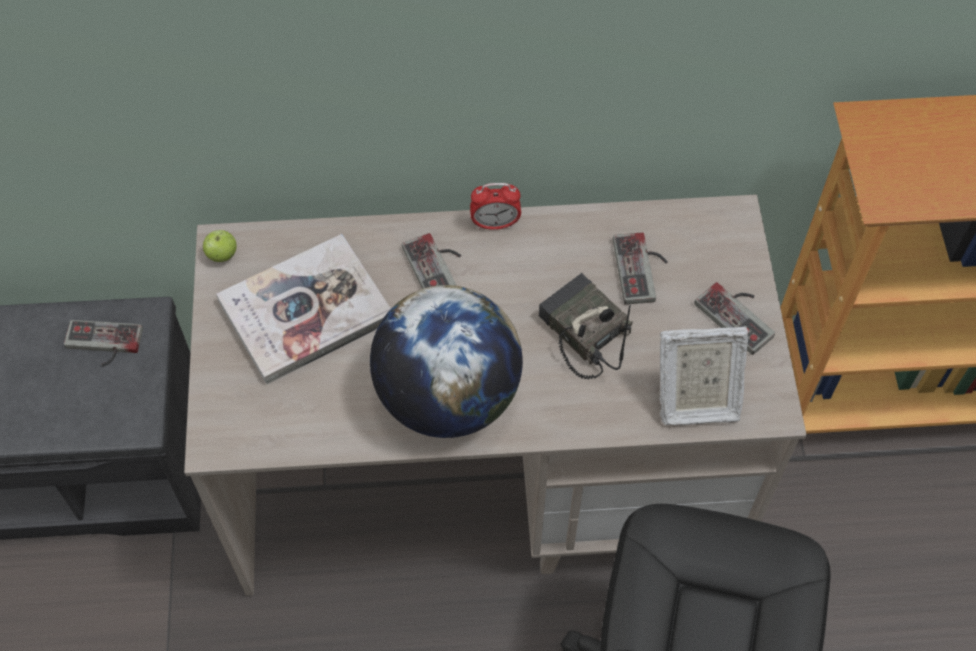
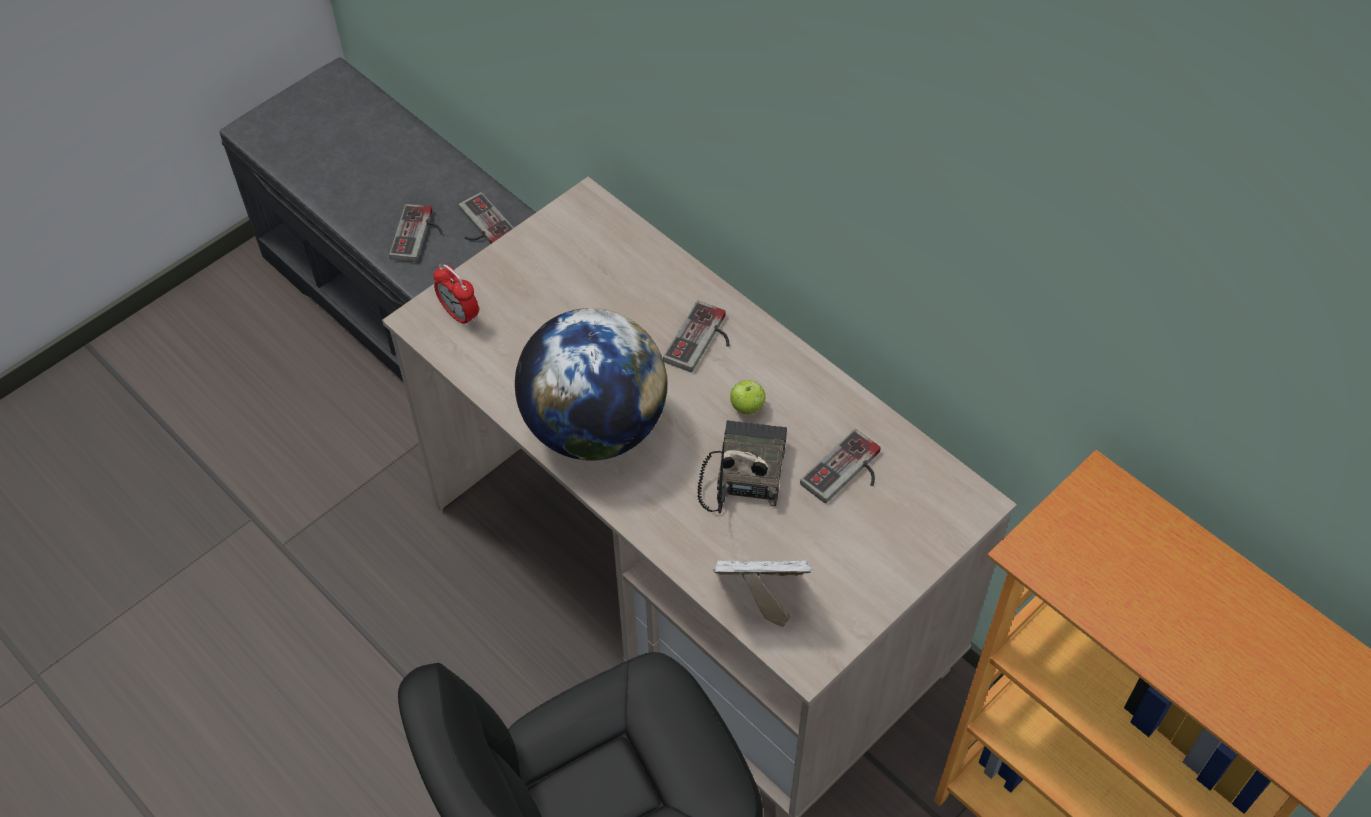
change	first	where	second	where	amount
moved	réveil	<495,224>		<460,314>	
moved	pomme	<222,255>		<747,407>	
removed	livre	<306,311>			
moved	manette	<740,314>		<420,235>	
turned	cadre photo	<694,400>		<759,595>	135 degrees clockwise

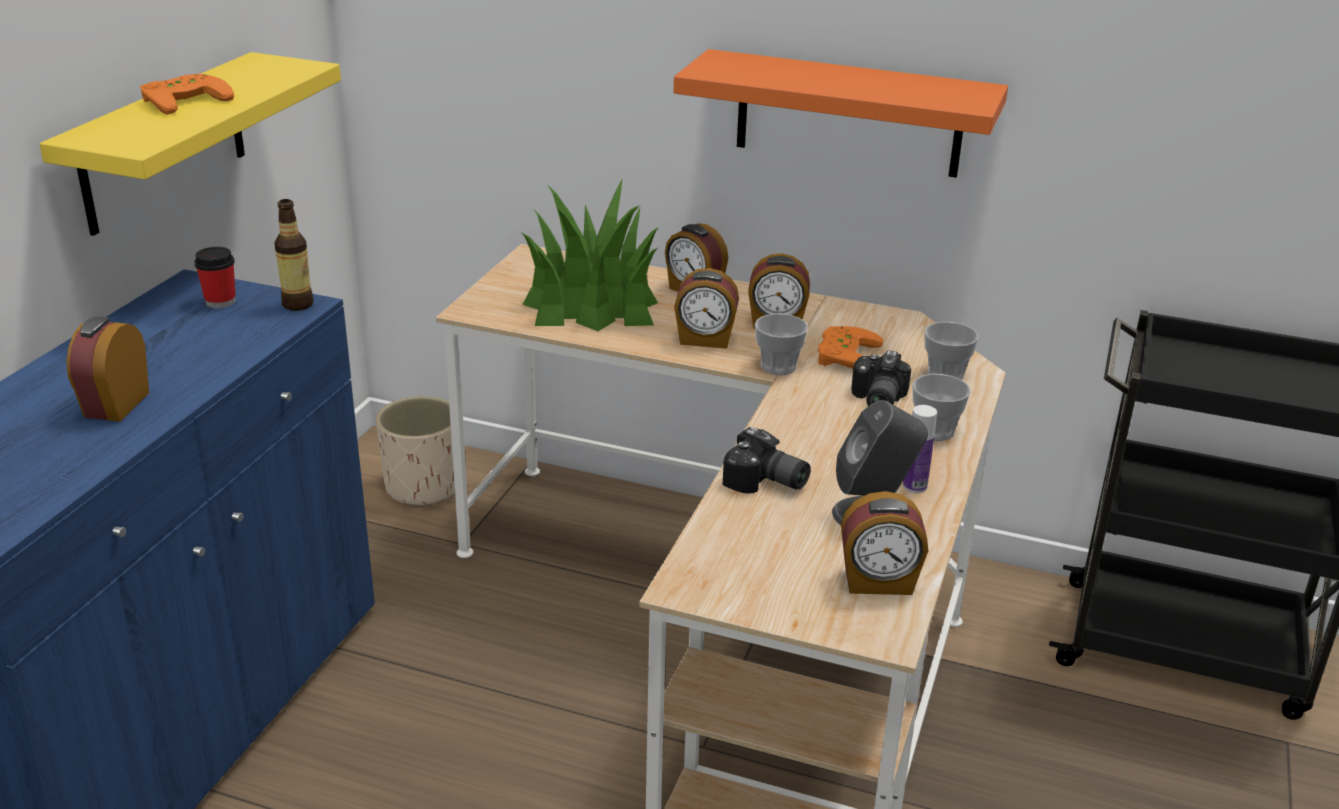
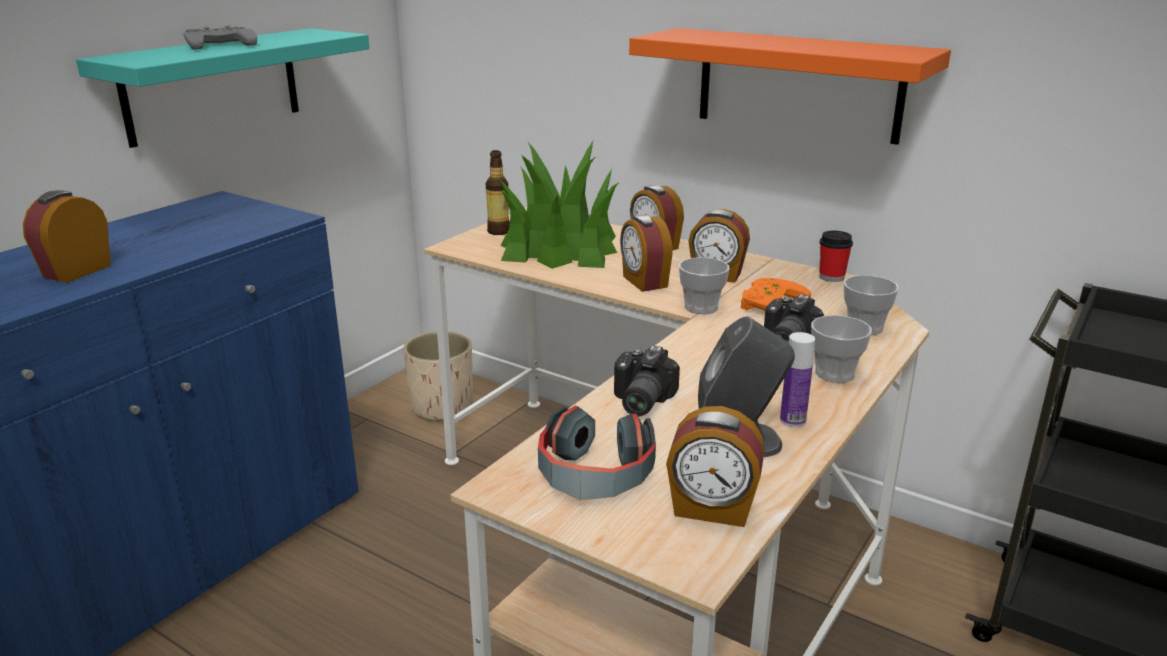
change	first	where	second	where	amount
recoloured	étagère/jaune	<163,143>	étagère/turquoise	<212,85>	
recoloured	manette/orange	<183,99>	manette/gris	<220,44>	
moved	bouteille	<298,304>		<499,231>	
moved	tasse	<220,302>		<831,277>	
turned	réveil	<705,340>		<644,282>	45 degrees clockwise
turned	appareil photo	<765,483>		<638,401>	60 degrees clockwise
added			casque audio	<594,475>	

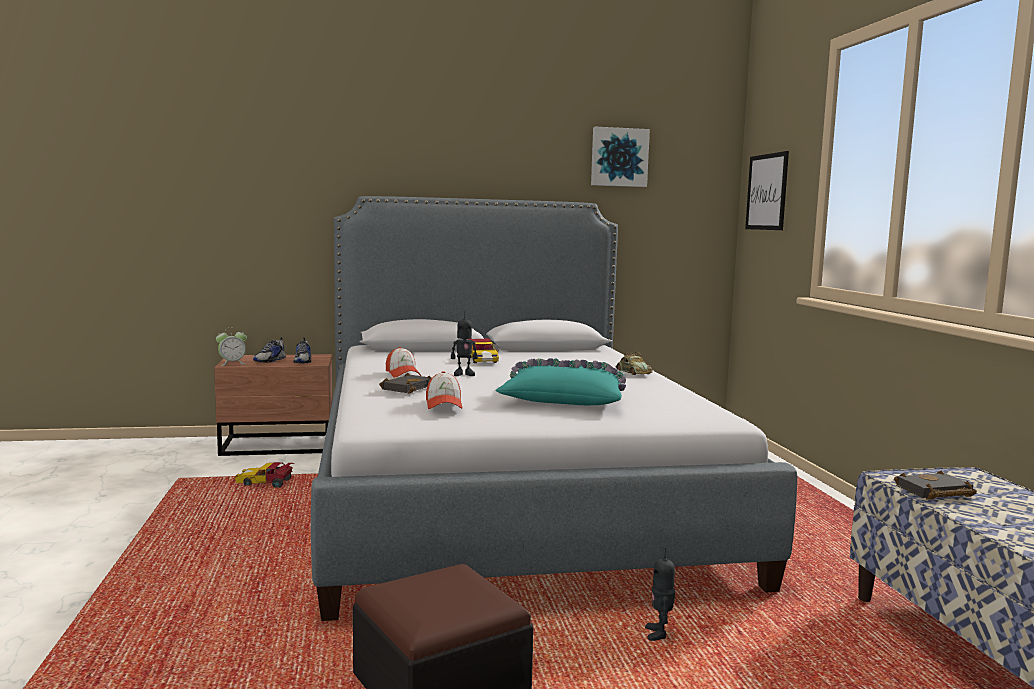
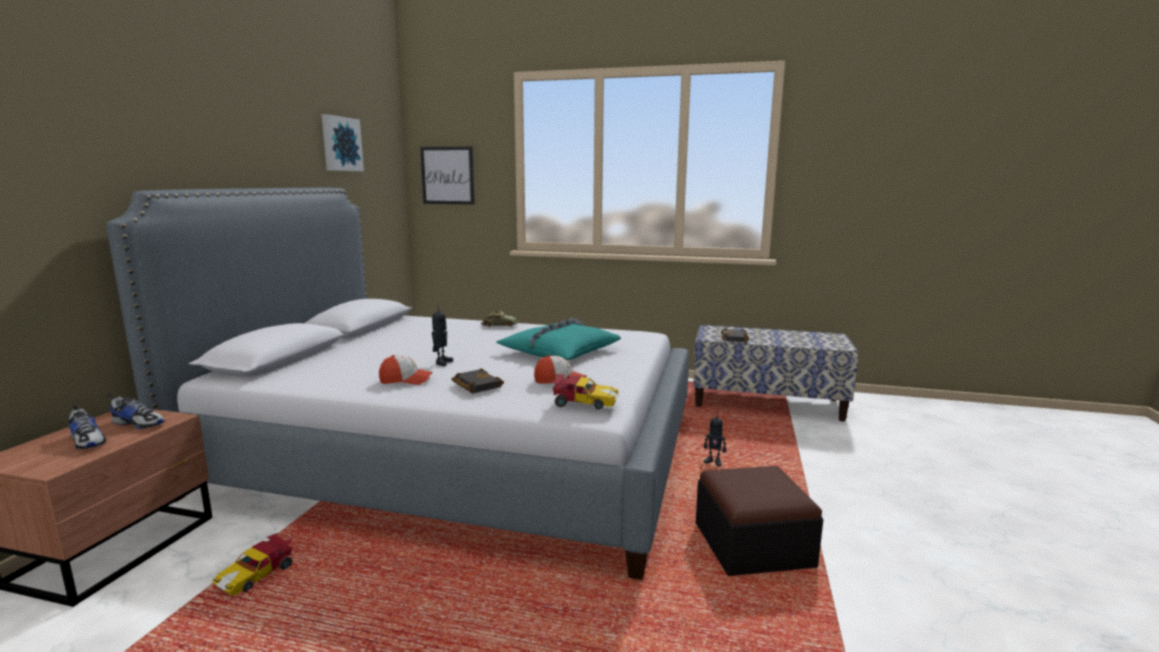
change	first	where	second	where	amount
removed	réveil	<232,363>			
moved	petite voiture	<482,360>		<583,403>	

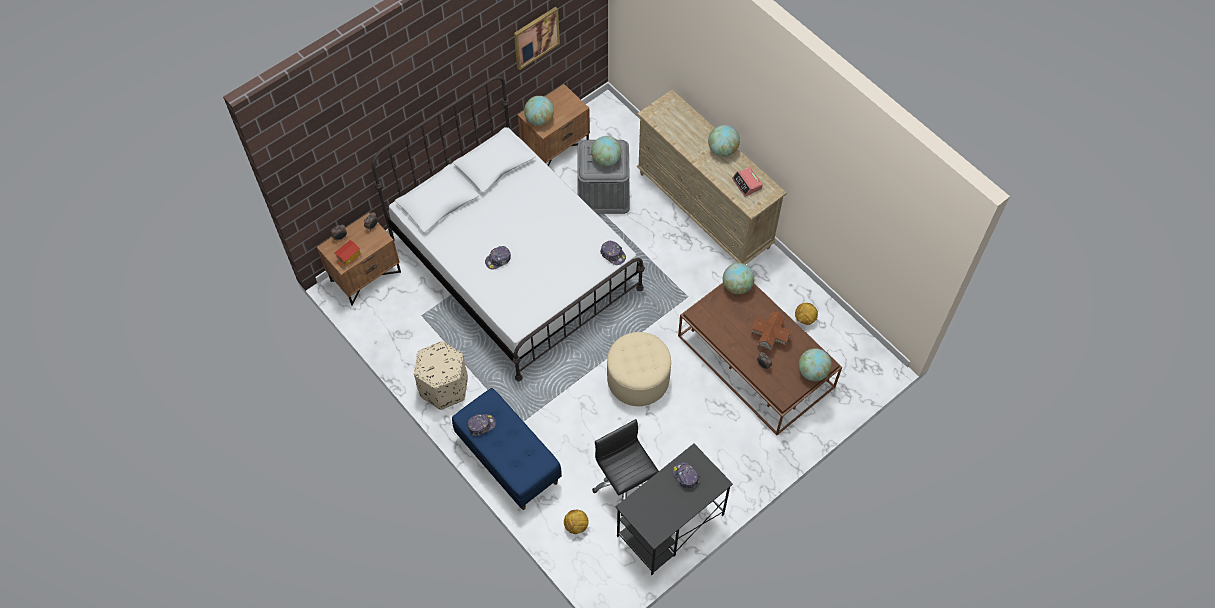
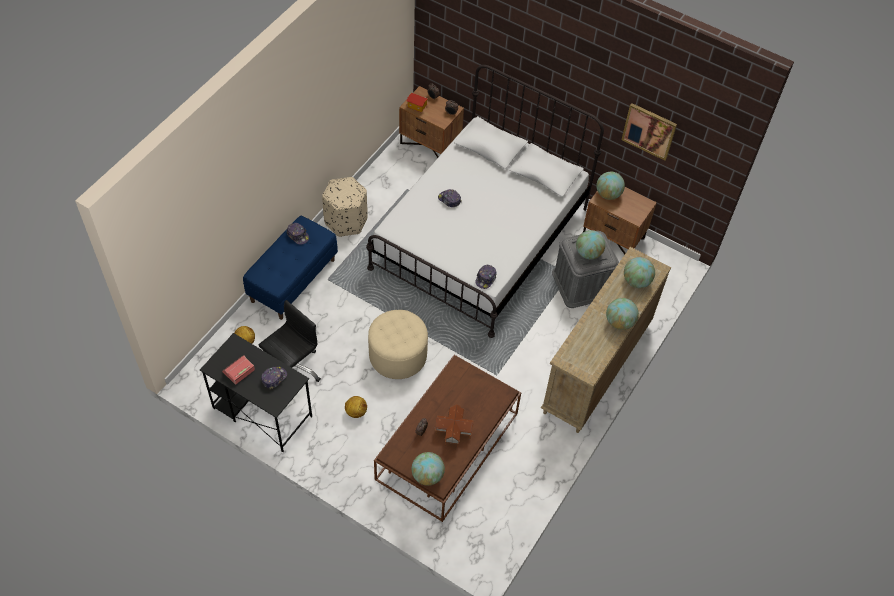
change	first	where	second	where	amount
moved	réveil	<747,184>		<238,371>	
moved	globe	<737,286>		<636,281>	
moved	ballon de foot	<805,319>		<356,412>	

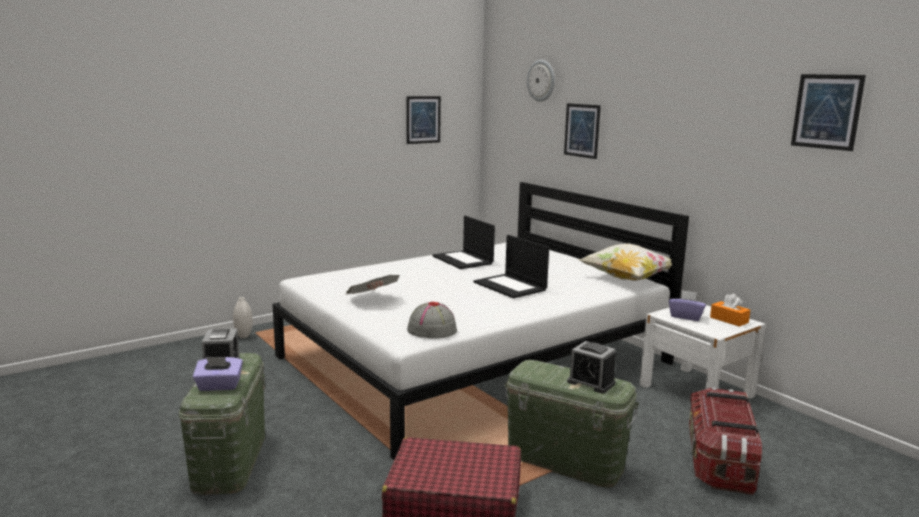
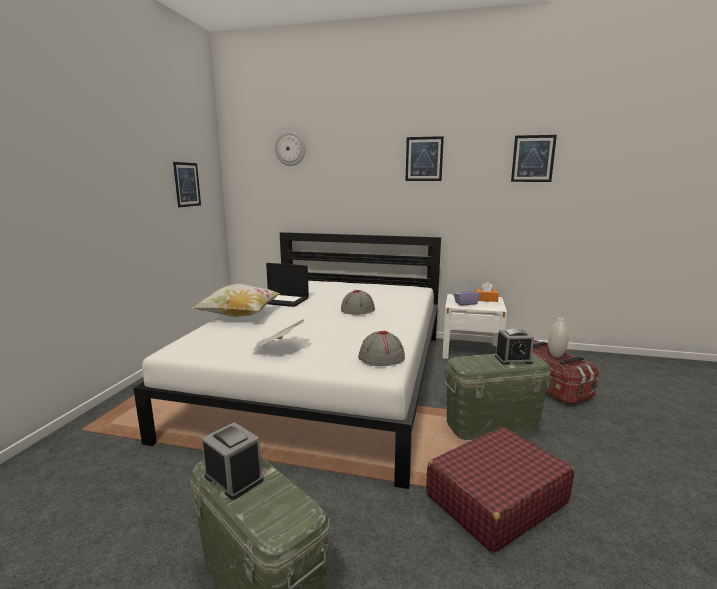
change	first	where	second	where	amount
moved	tableau	<582,130>		<424,159>	
replaced	ordinateur portable	<511,286>	chapeau/gris	<358,309>	
moved	coussin	<627,279>		<240,316>	
moved	vase/blanc	<244,336>		<556,356>	
removed	boîte à mouchoirs/violet	<219,386>			

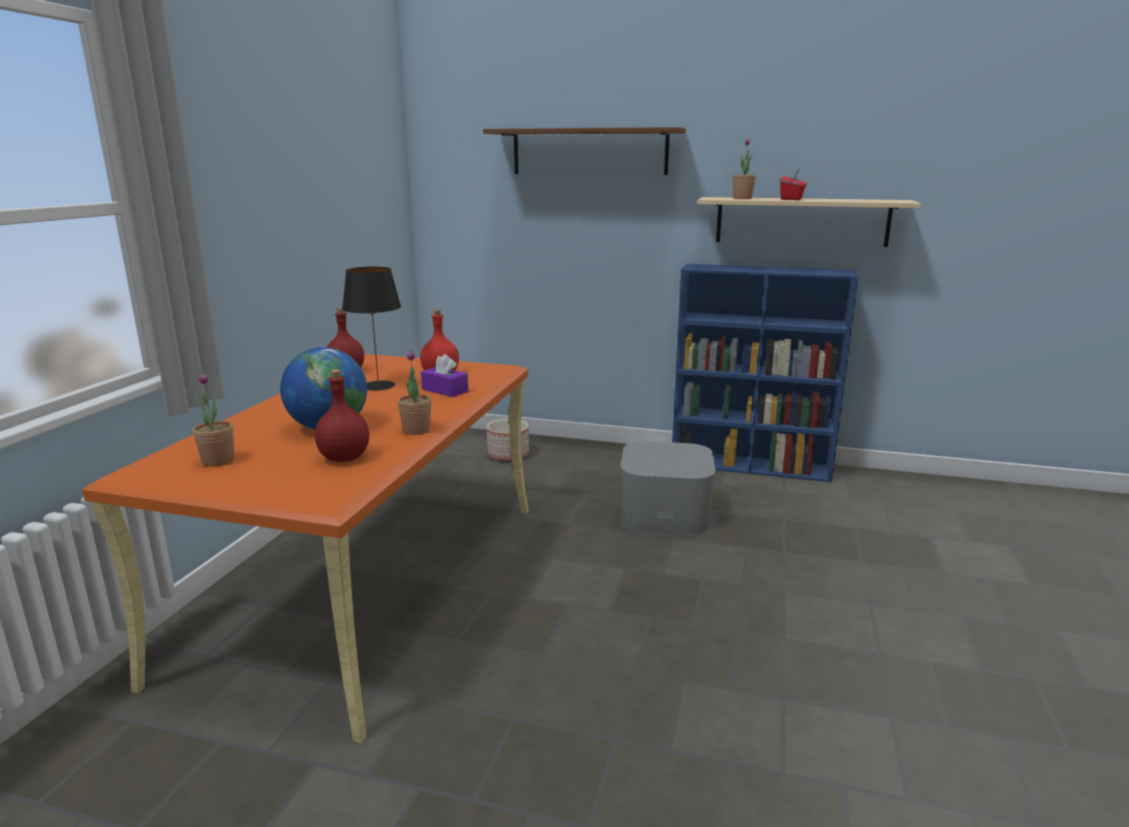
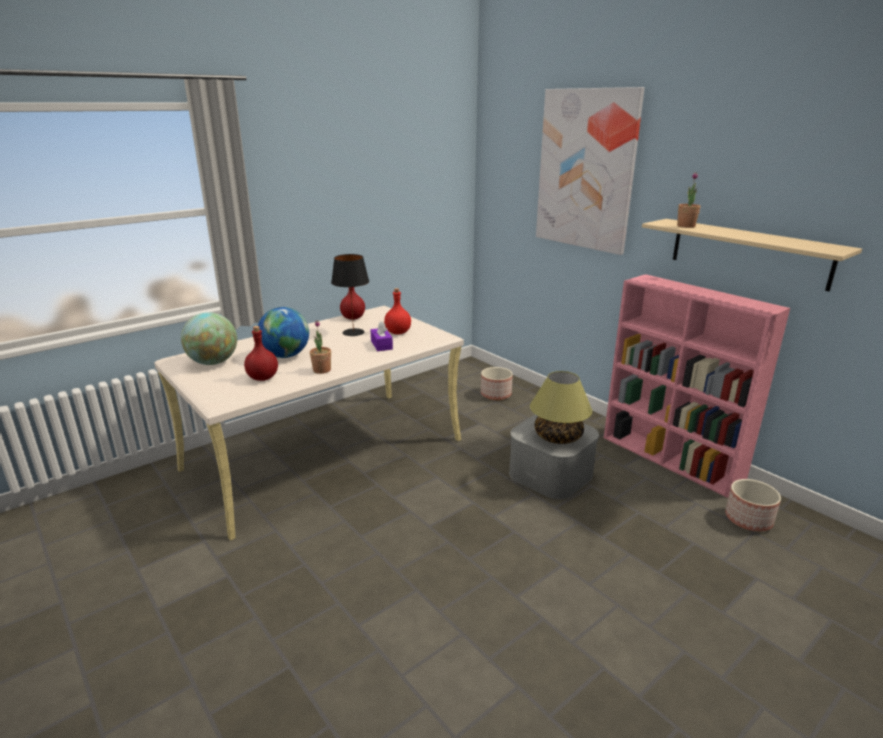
change	first	where	second	where	amount
replaced	étagère/marron	<589,152>	tableau	<586,170>	
removed	boîte à mouchoirs/rouge	<792,199>			
recoloured	bibliothèque/bleu	<751,465>	bibliothèque/rose	<671,459>	
recoloured	bureau/orange	<370,582>	bureau/beige	<326,453>	
replaced	plante en pot	<218,461>	globe	<213,362>	
added			lampe de table	<558,437>	
added			cache-pot	<748,520>	

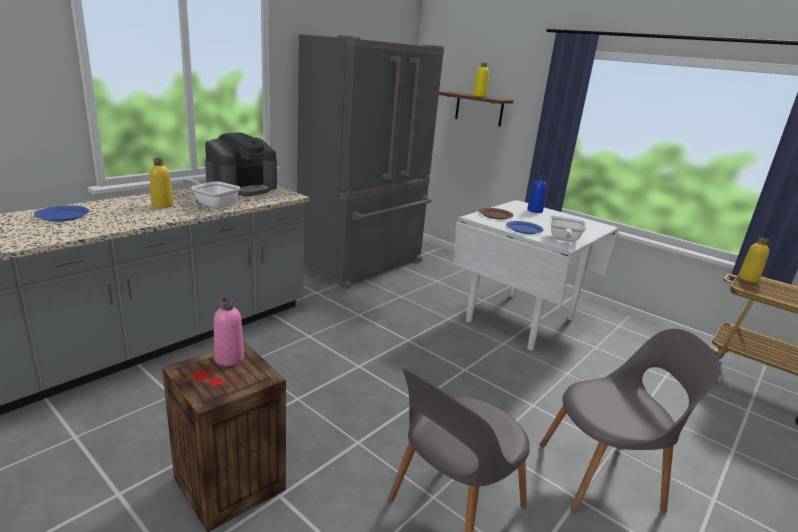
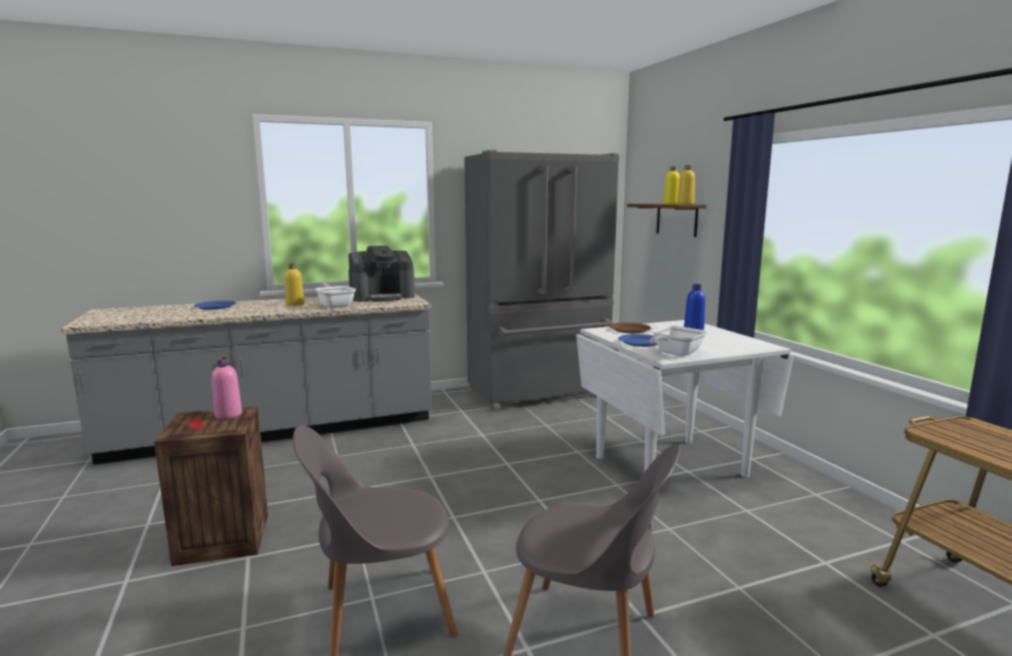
change	first	where	second	where	amount
moved	bouteille/jaune	<748,279>		<685,204>	

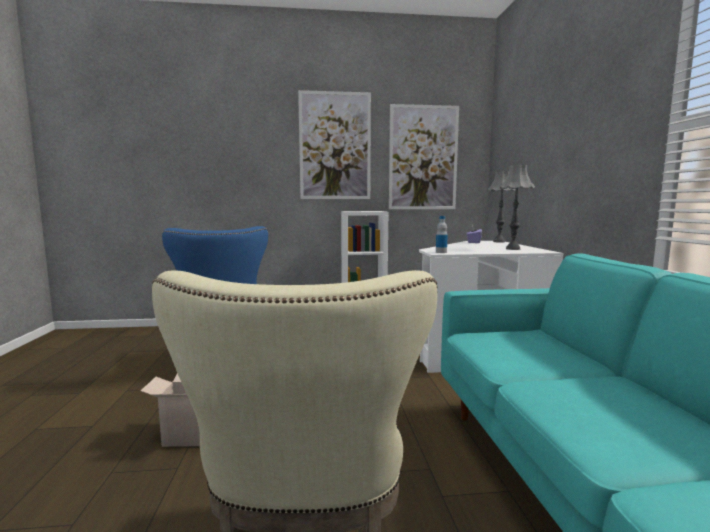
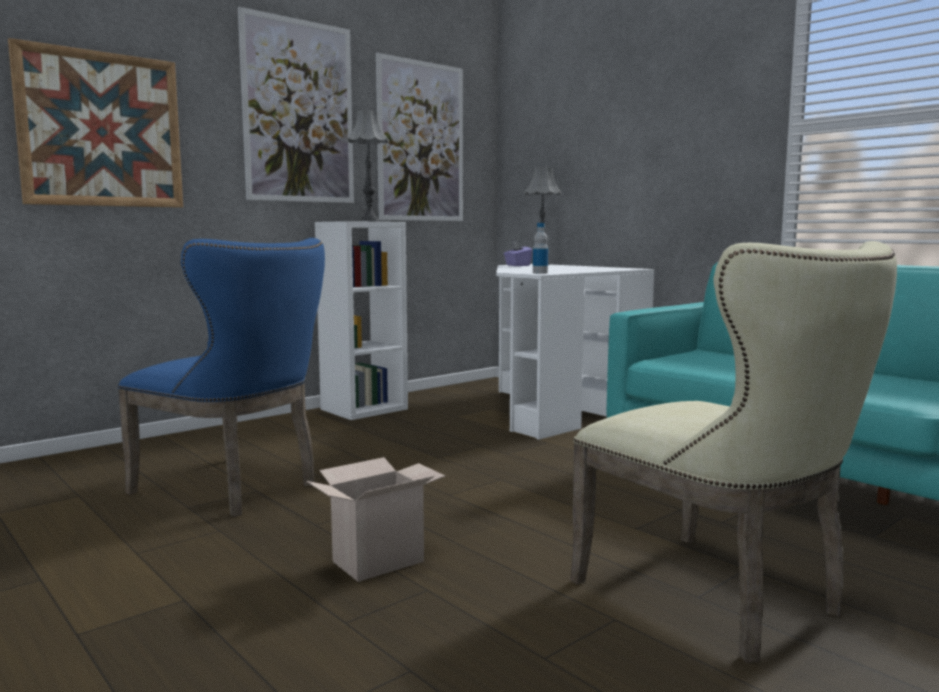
change	first	where	second	where	amount
moved	lampe de table/gris	<512,249>		<369,221>	
added			tableau	<101,130>	

